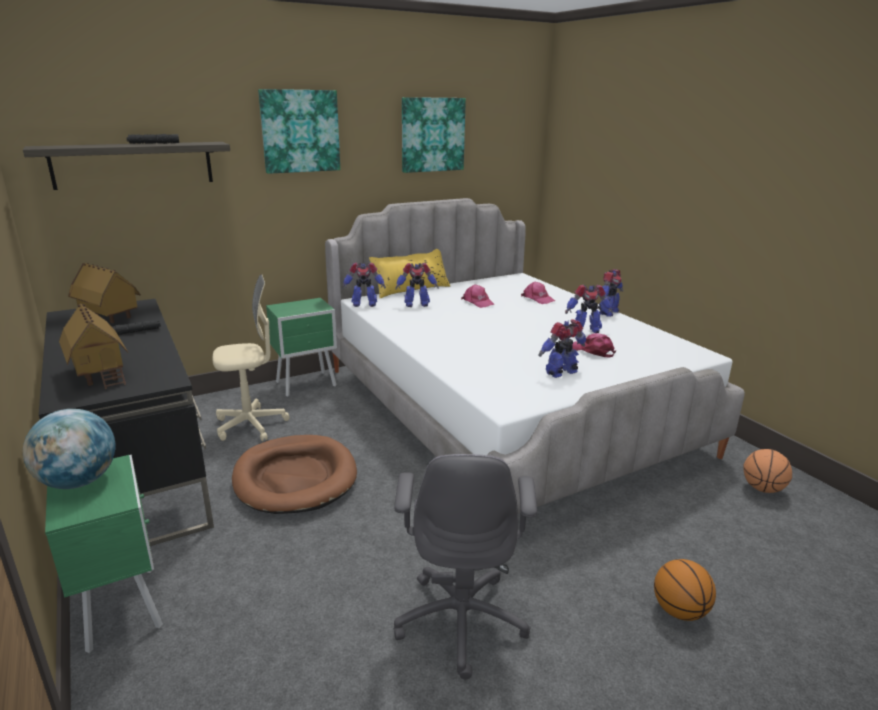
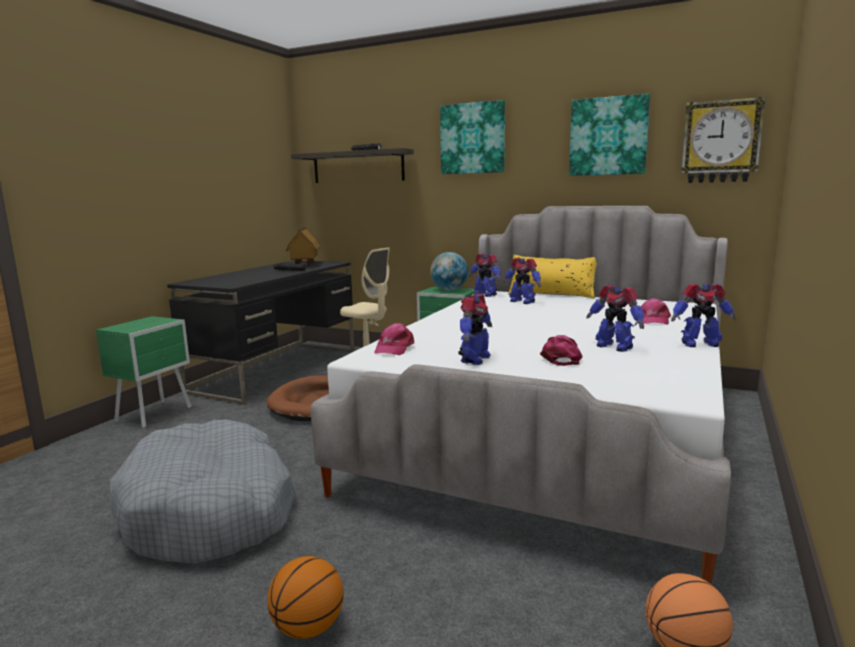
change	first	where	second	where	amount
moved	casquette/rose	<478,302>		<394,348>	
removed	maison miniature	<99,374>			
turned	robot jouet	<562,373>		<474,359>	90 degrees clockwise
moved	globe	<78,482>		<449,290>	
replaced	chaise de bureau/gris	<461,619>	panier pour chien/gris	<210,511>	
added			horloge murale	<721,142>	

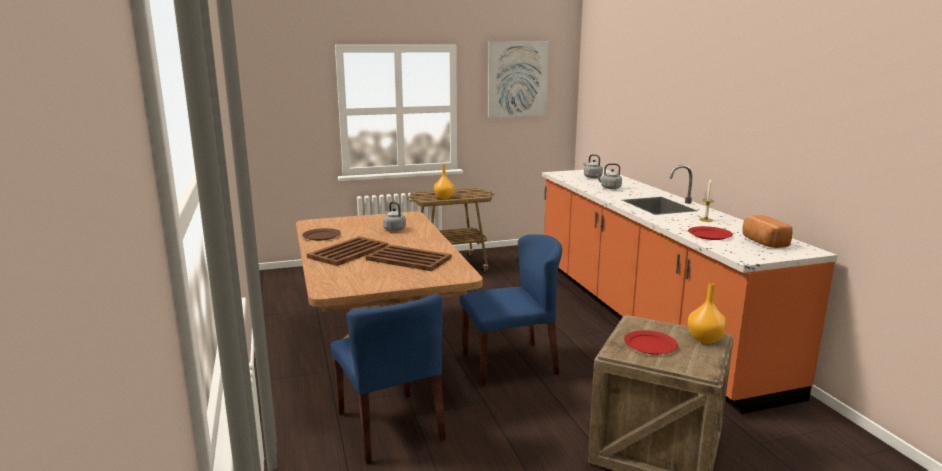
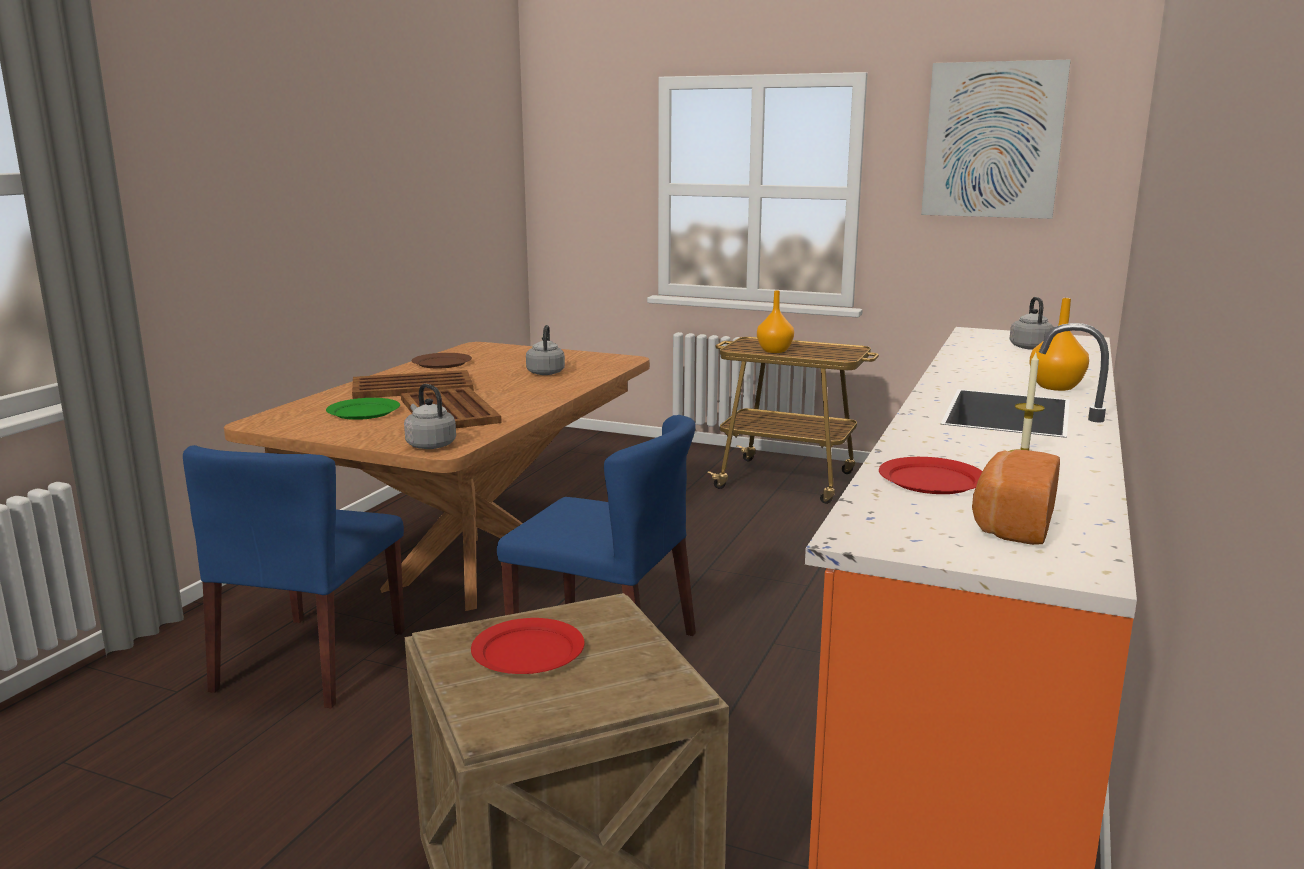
change	first	where	second	where	amount
moved	bouilloire/gris	<609,188>		<429,444>	
moved	vase/orange	<705,339>		<1056,387>	
added			assiette/vert	<363,412>	

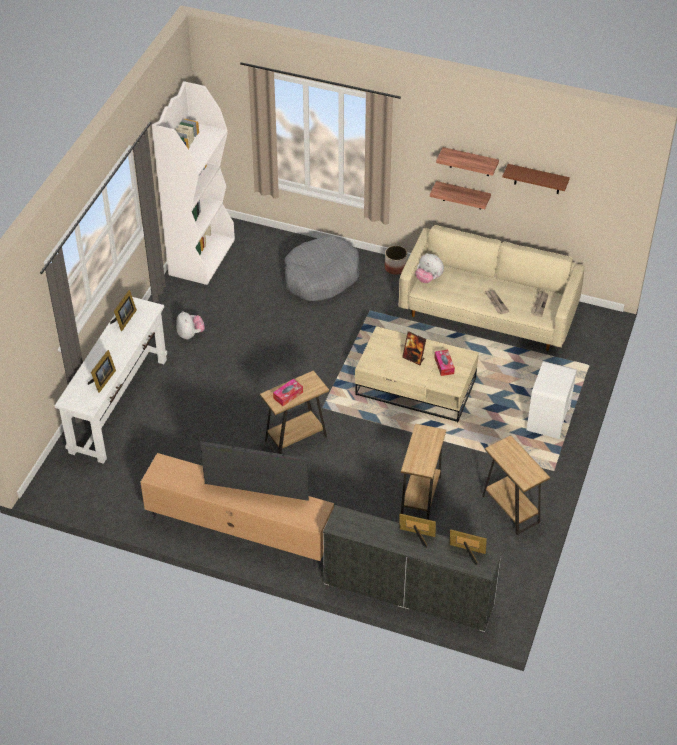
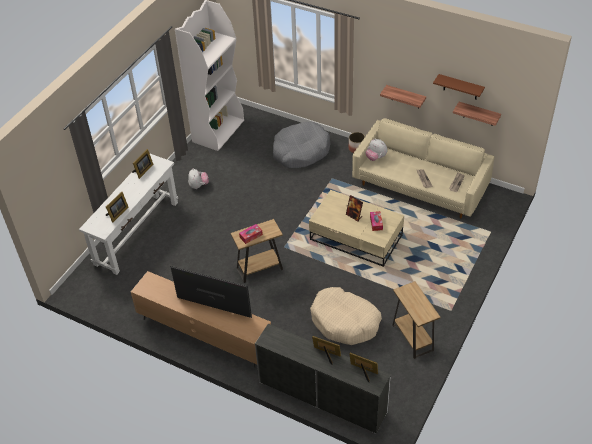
change	first	where	second	where	amount
moved	étagère	<470,162>		<478,114>	
removed	table de chevet/blanc	<548,419>			
replaced	table d'appoint/marron	<420,497>	panier pour chien/beige	<345,321>	

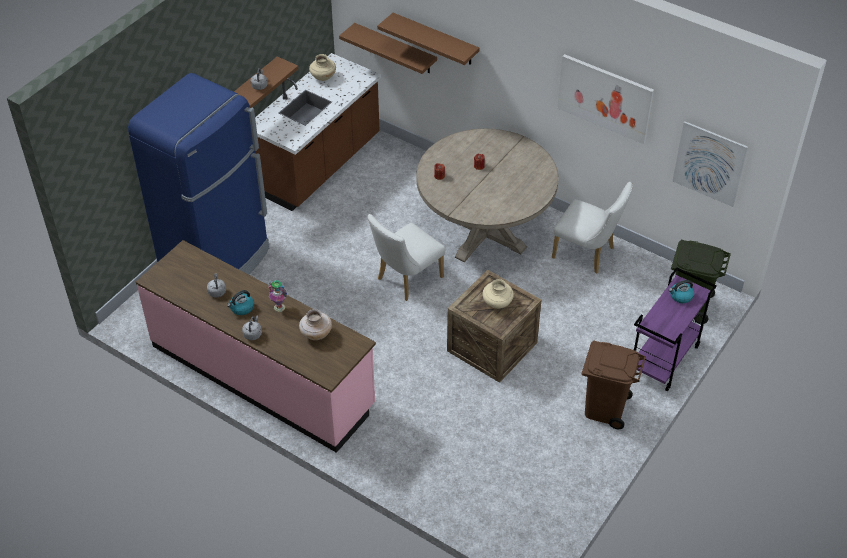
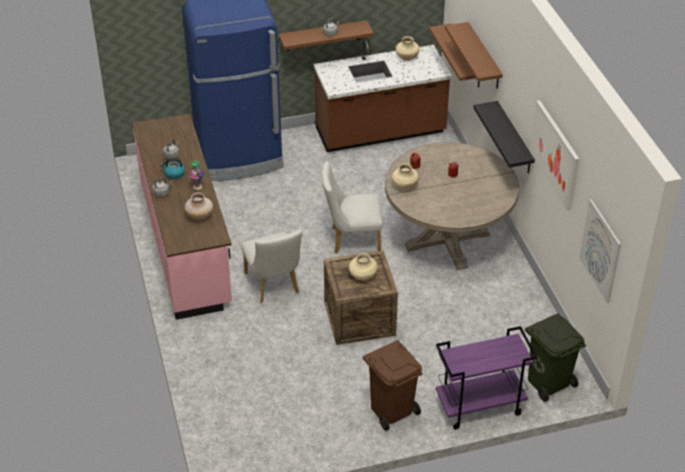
change	first	where	second	where	amount
moved	chaise/blanc	<587,254>		<274,286>	
removed	bouilloire	<680,296>			
added			étagère/noir	<514,138>	
added			vase/beige	<404,186>	

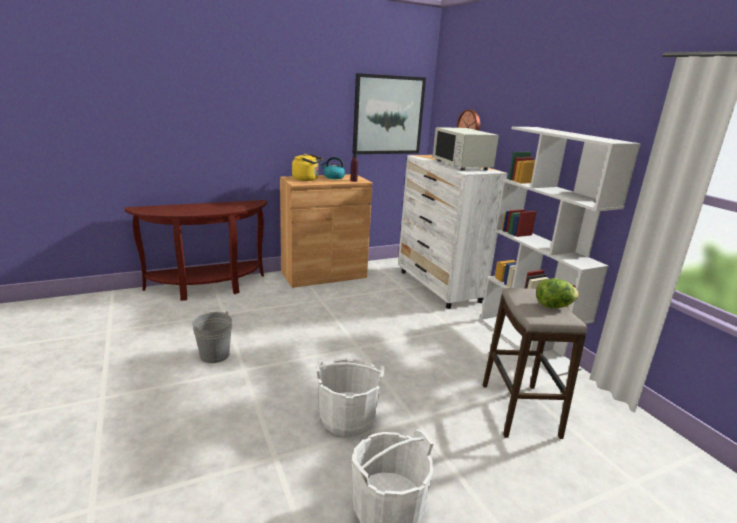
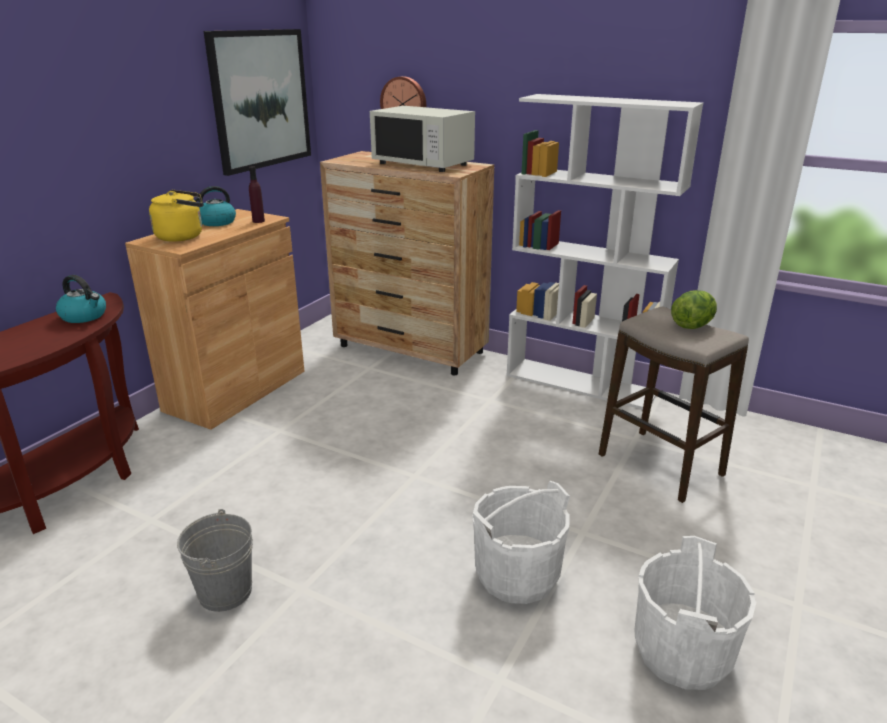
change	first	where	second	where	amount
recoloured	commode/blanc	<439,287>	commode/marron	<411,349>	
added			bouilloire	<84,316>	

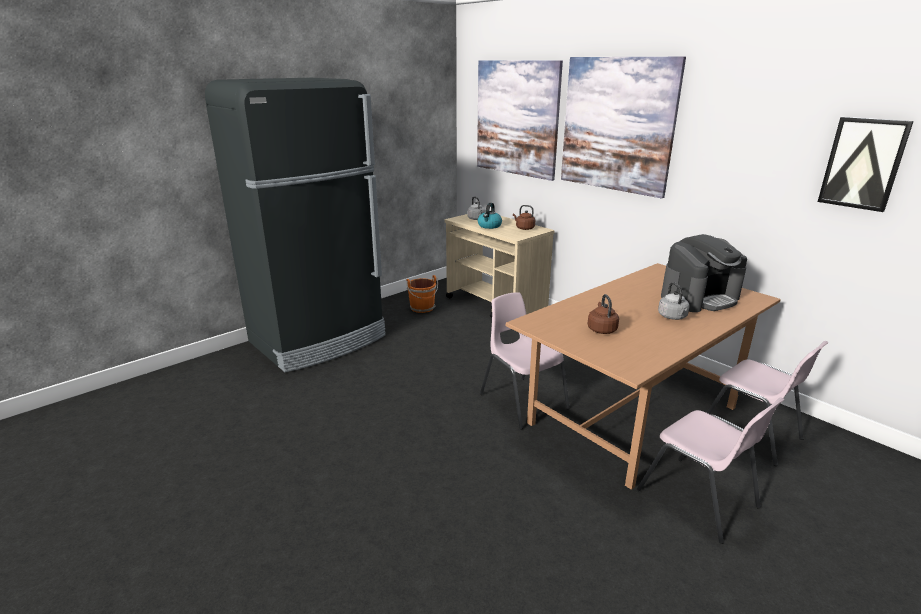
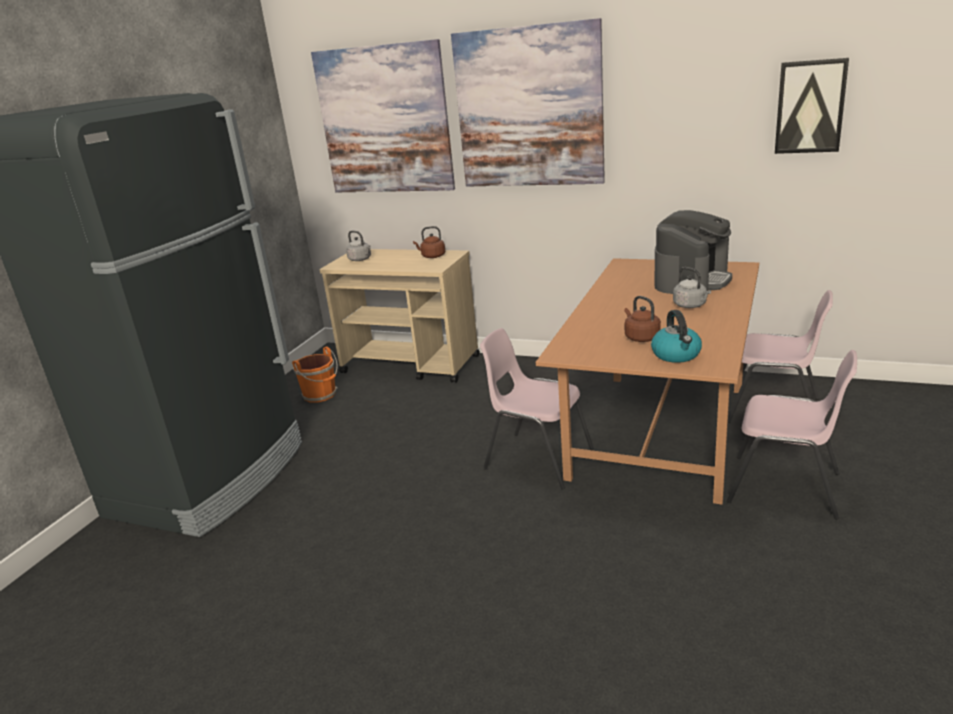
change	first	where	second	where	amount
moved	bouilloire	<489,226>		<676,355>	

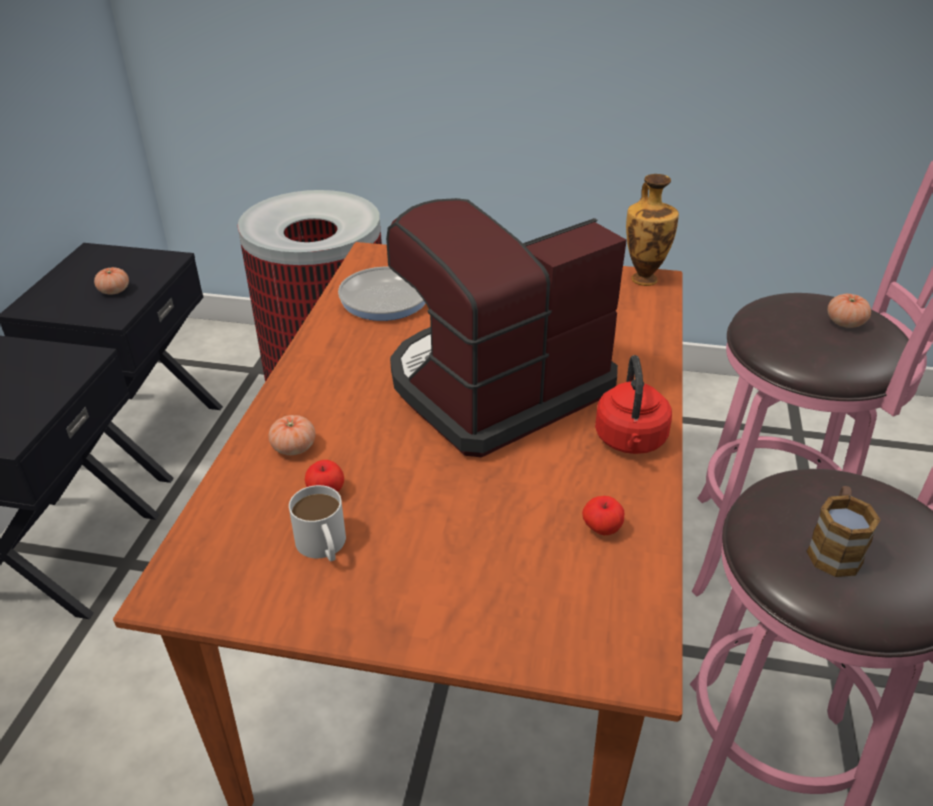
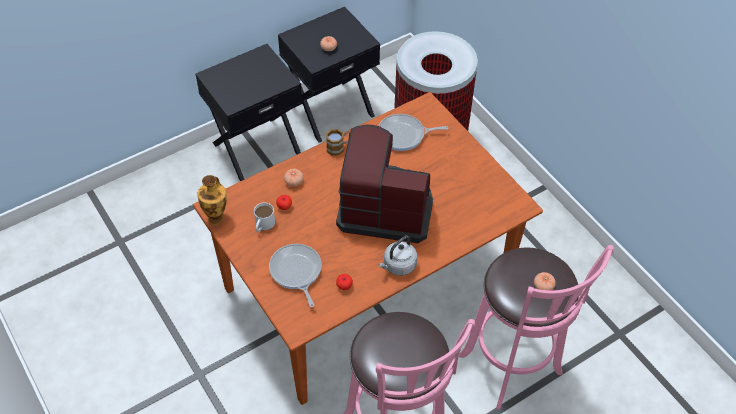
change	first	where	second	where	amount
moved	vase	<644,278>		<216,218>	
recoloured	bouilloire/rouge	<630,441>	bouilloire/gris	<398,266>	
moved	mug	<834,548>		<338,147>	
added			poêle	<296,272>	

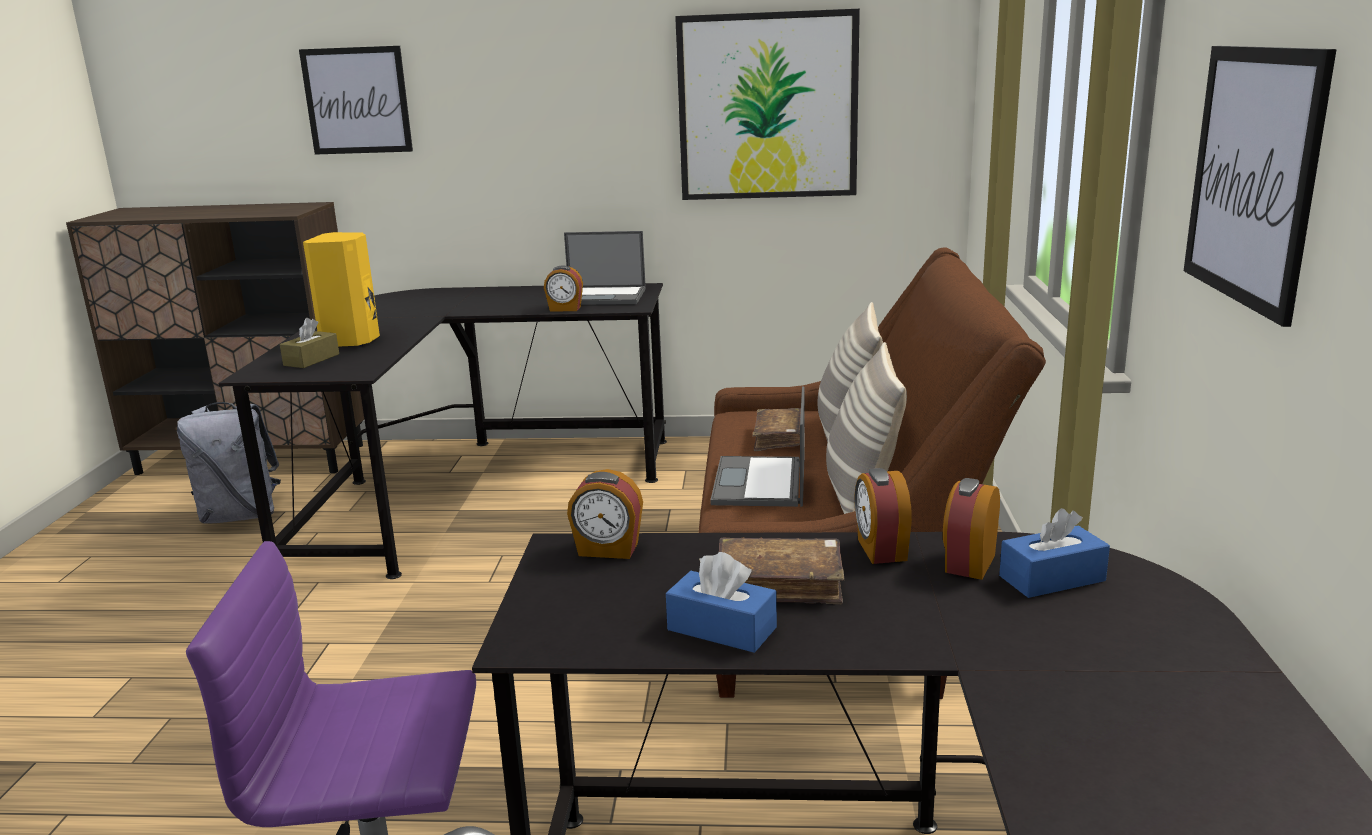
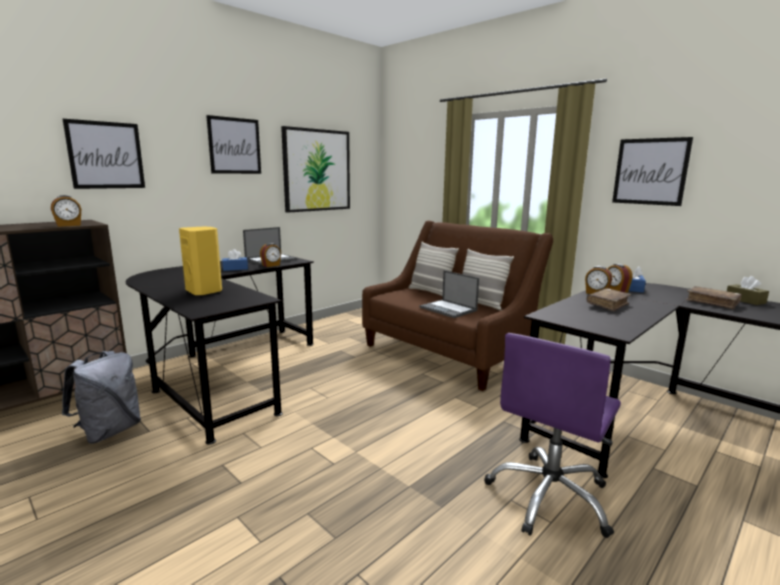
change	first	where	second	where	amount
moved	boîte à mouchoirs/marron	<311,360>		<745,300>	
moved	livre/marron	<778,438>		<712,302>	
moved	réveil	<608,550>		<69,225>	
moved	boîte à mouchoirs/bleu	<721,629>		<235,269>	
added			tableau	<234,146>	

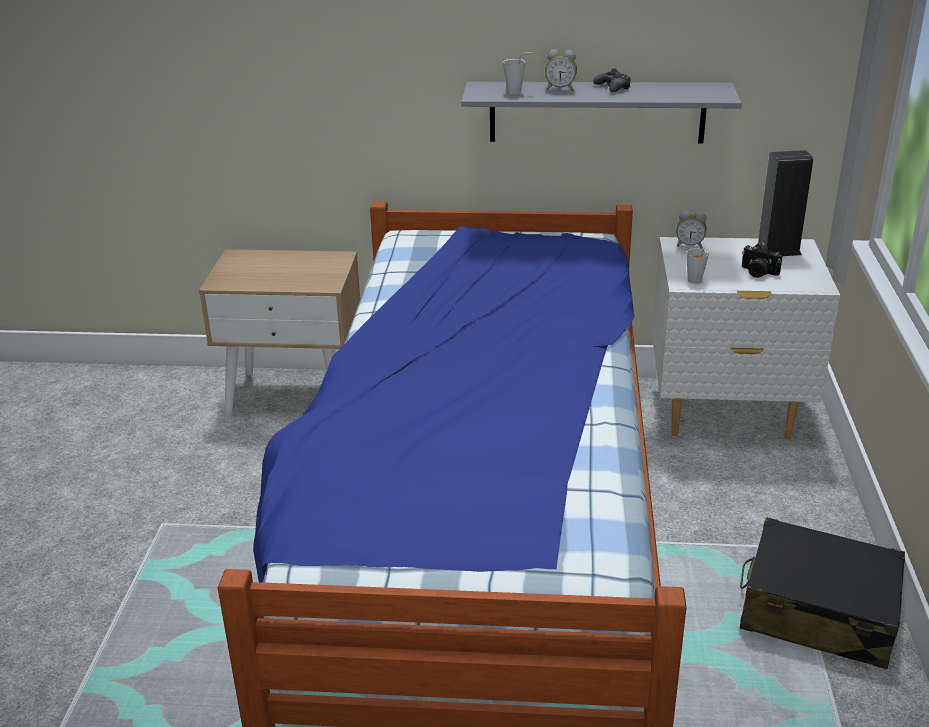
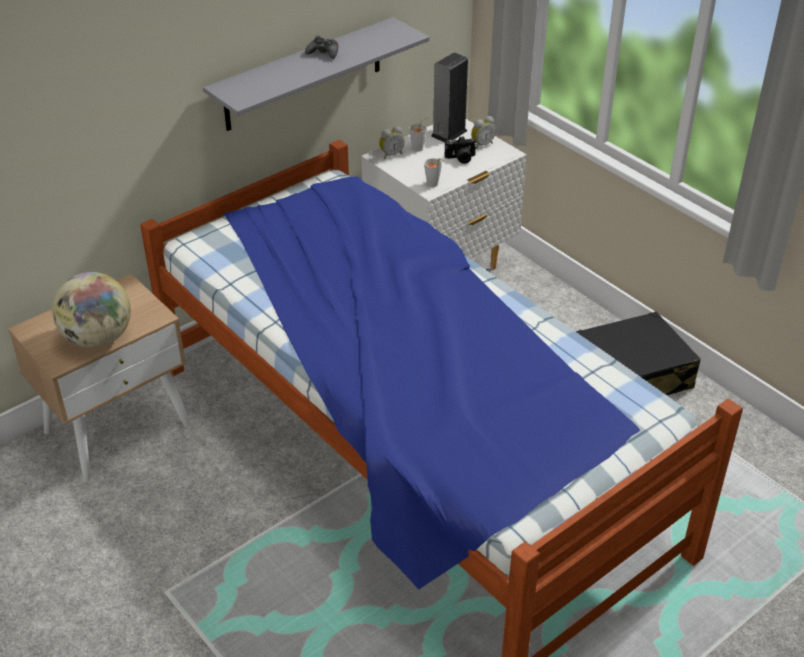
change	first	where	second	where	amount
moved	réveil	<560,89>		<481,144>	
moved	tasse/gris	<517,92>		<420,148>	
added			globe	<98,338>	

